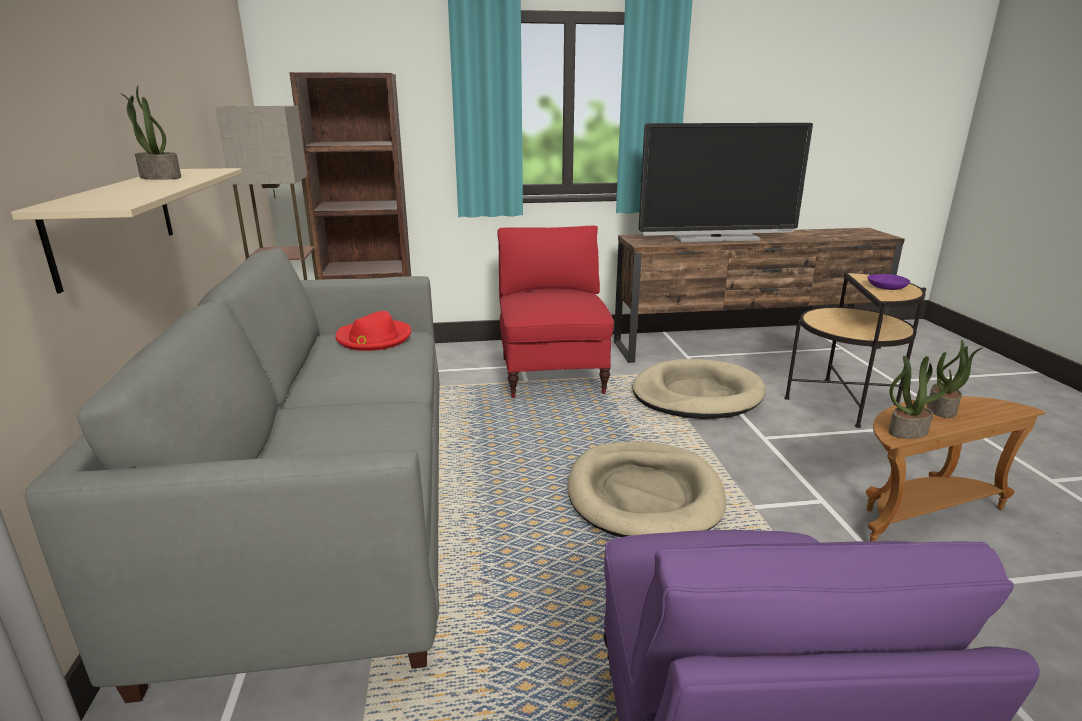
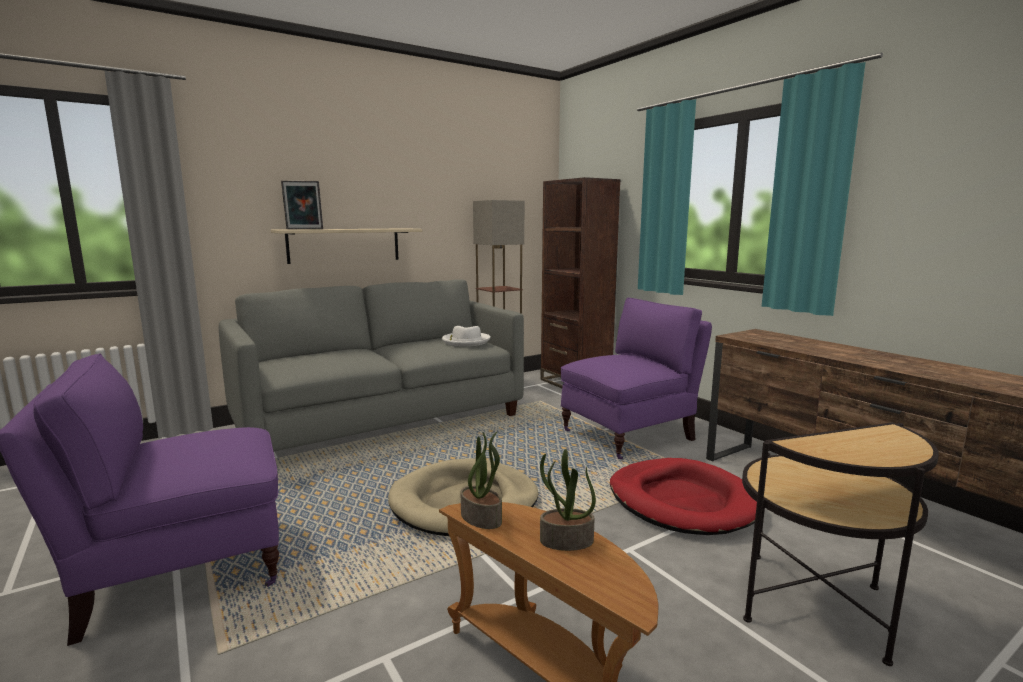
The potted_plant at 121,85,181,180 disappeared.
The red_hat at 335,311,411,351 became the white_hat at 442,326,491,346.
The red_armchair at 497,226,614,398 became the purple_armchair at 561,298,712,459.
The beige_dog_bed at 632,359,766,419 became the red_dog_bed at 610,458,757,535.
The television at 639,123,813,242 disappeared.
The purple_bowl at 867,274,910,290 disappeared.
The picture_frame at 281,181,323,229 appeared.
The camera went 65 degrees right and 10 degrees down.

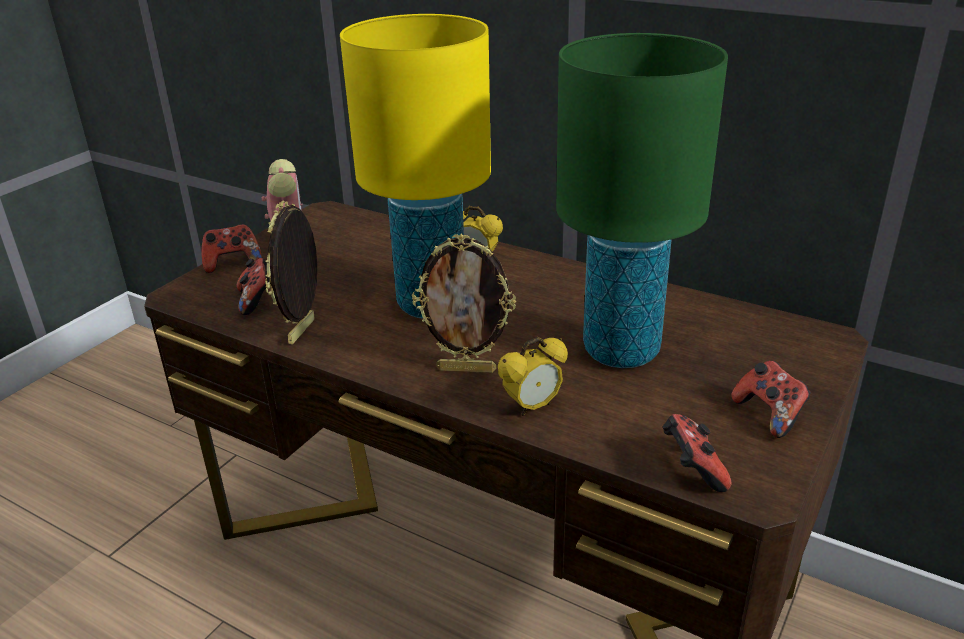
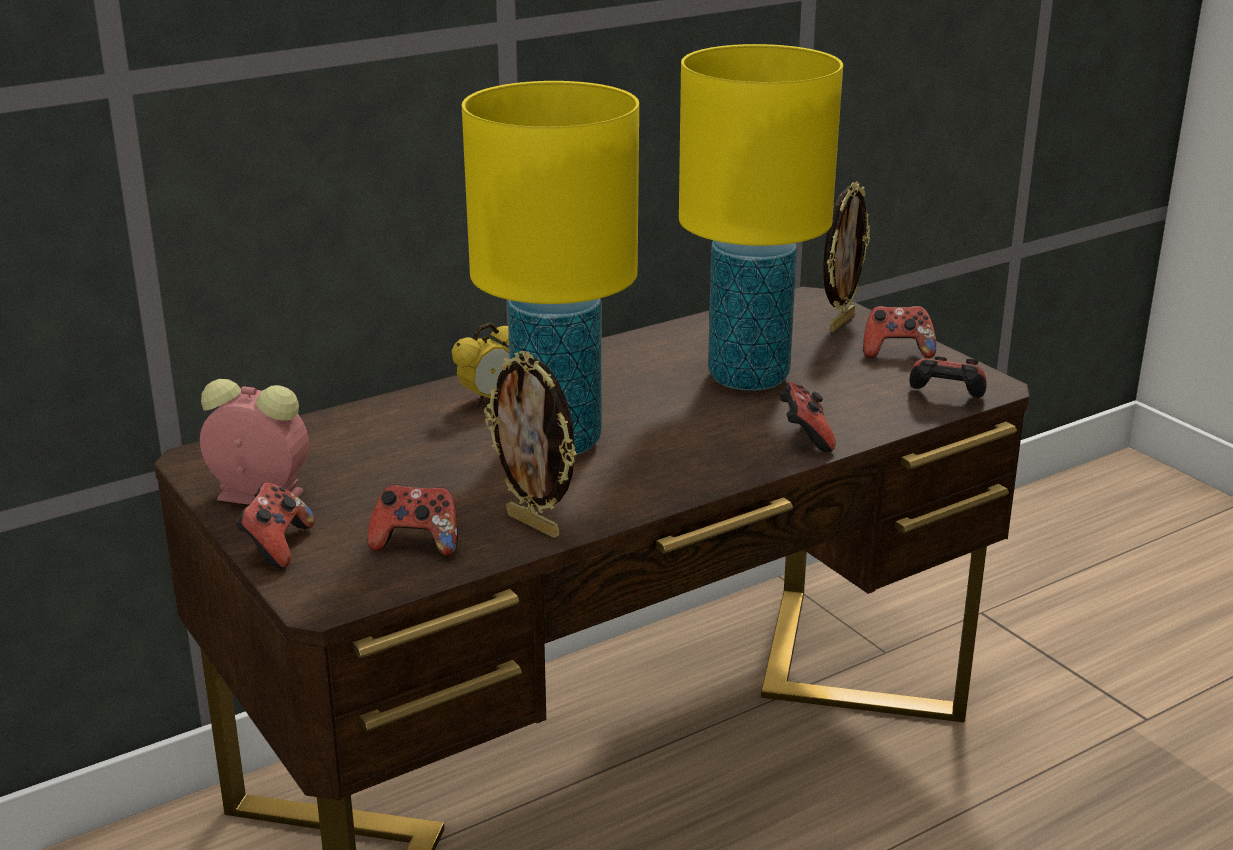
The picture_frame moved from 412,234,516,373 to 823,181,870,332.
The alarm_clock at 498,337,568,416 was replaced by the game_controller at 779,382,836,452.
The green_table_lamp at 556,33,728,368 became the yellow_table_lamp at 679,44,843,391.
The camera went 65 degrees left and 5 degrees down.

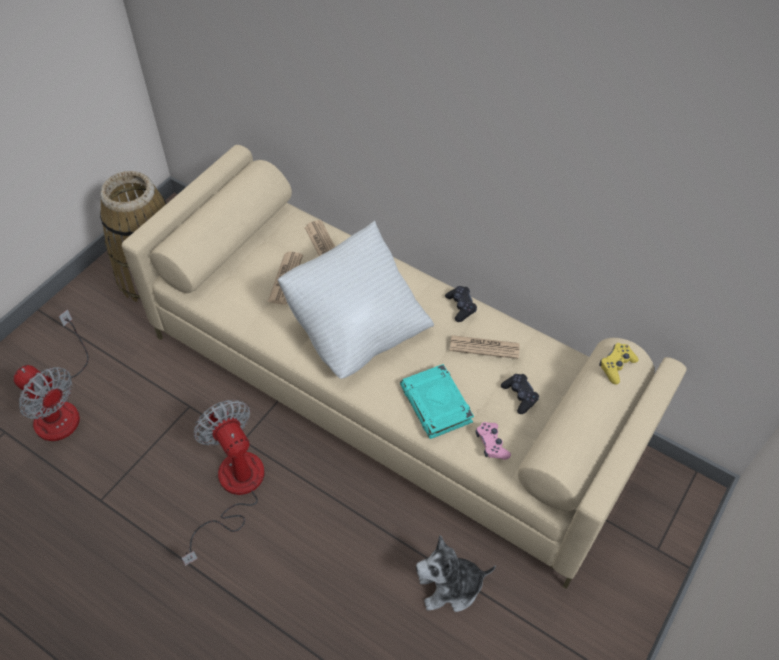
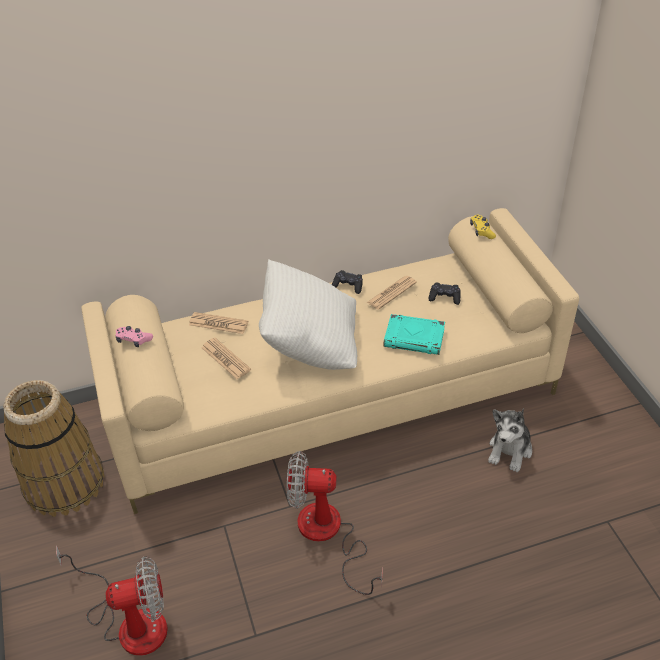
The pink_game_controller moved from 476,422,511,460 to 115,326,153,347.
The camera went 50 degrees left and 10 degrees down.

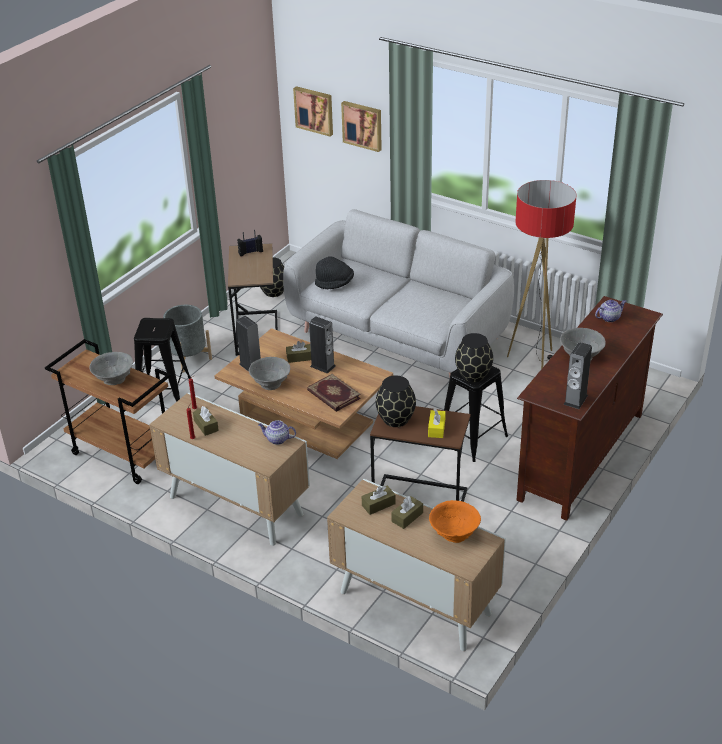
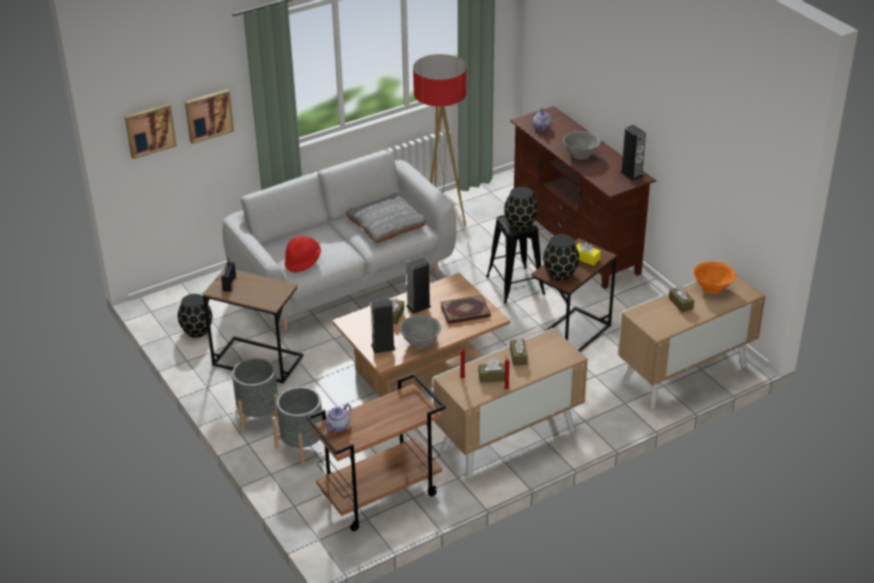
The grey_bowl at 89,352,133,385 disappeared.
The black_stool at 134,318,191,402 was replaced by the grey_planter at 272,387,327,465.
The teapot moved from 258,420,296,445 to 324,404,351,432.
The black_hat at 315,256,354,289 became the red_hat at 285,236,321,273.
The brown_tissue_box moved from 362,486,396,515 to 510,337,528,366.
The grey_pillow at 346,193,427,242 appeared.
The camera went 65 degrees left and 0 degrees up.

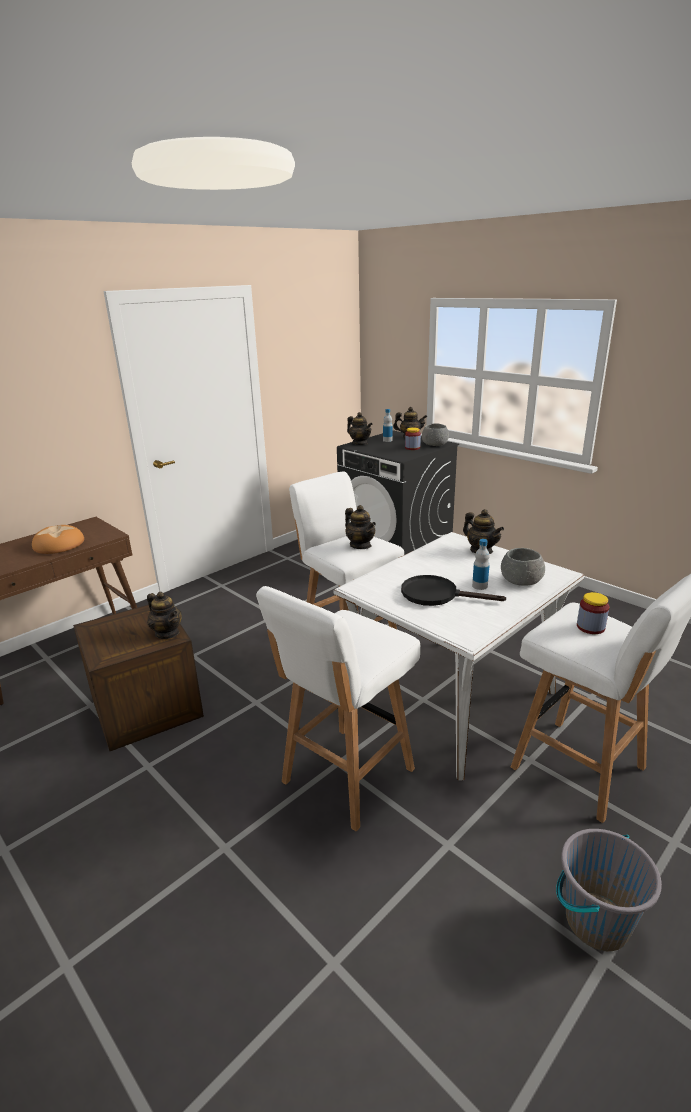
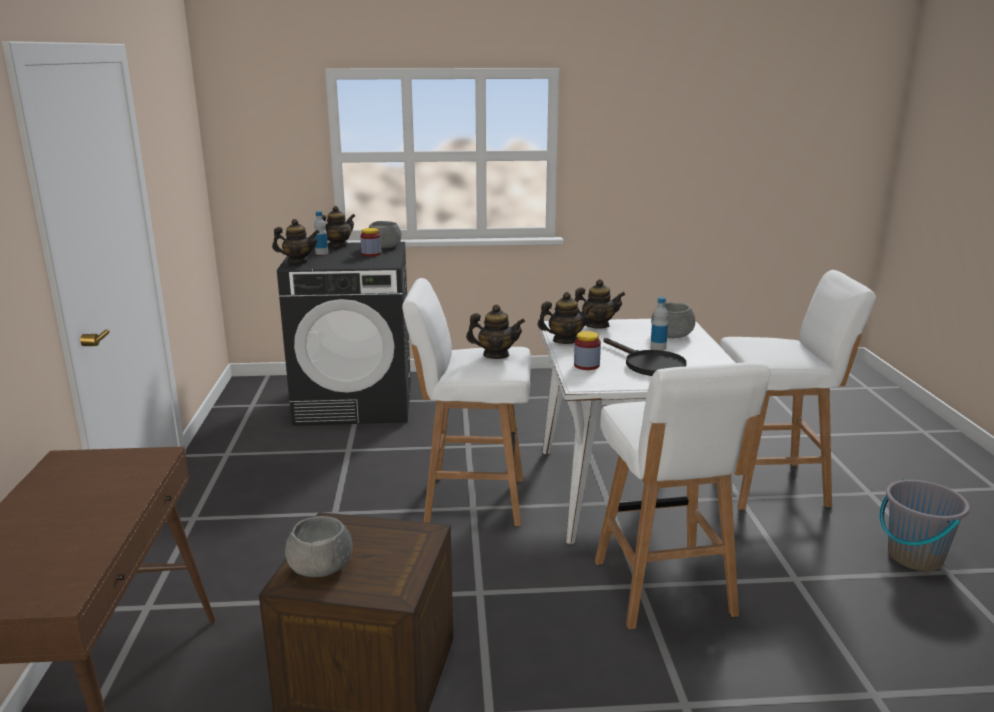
The bread at 32,525,84,554 disappeared.
The teapot moved from 147,592,182,639 to 538,292,593,344.
The black_frying_pan at 401,575,506,606 turned 90 degrees counterclockwise.
The jar moved from 577,592,609,634 to 574,331,601,370.
The grey_bowl at 285,516,353,577 appeared.
The camera went 50 degrees left and 5 degrees down.

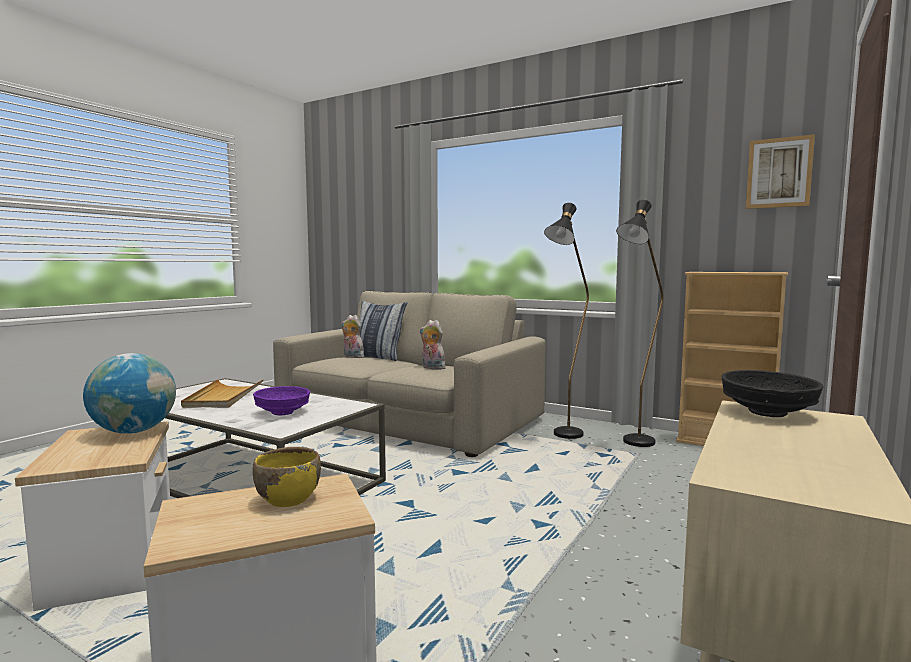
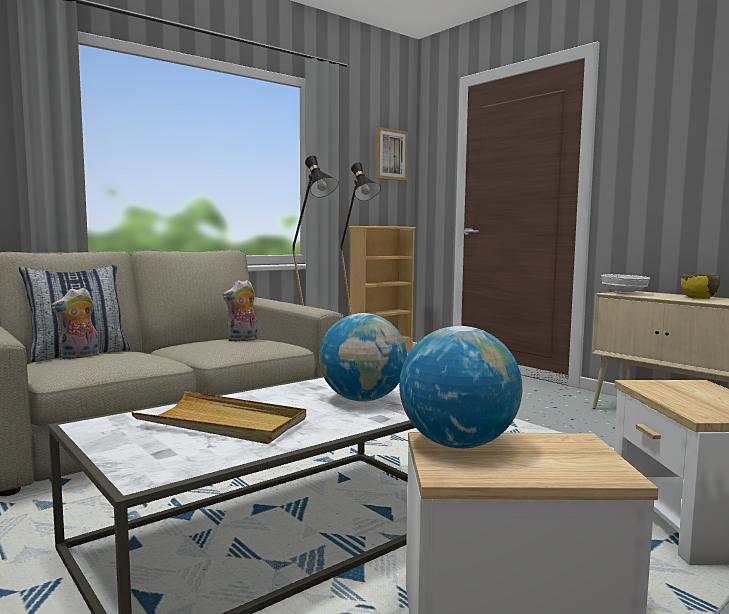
The purple_bowl at 253,386,310,415 was replaced by the globe at 319,313,407,402.
The yellow_bowl moved from 253,447,321,507 to 681,274,720,299.
The black_bowl at 722,370,824,417 became the white_bowl at 601,274,650,294.
The camera went 70 degrees left and 0 degrees up.

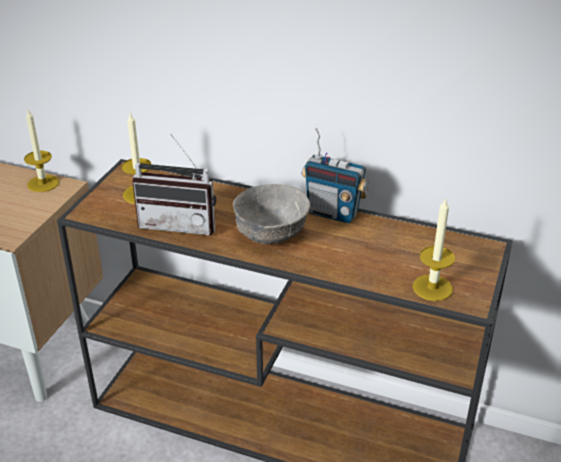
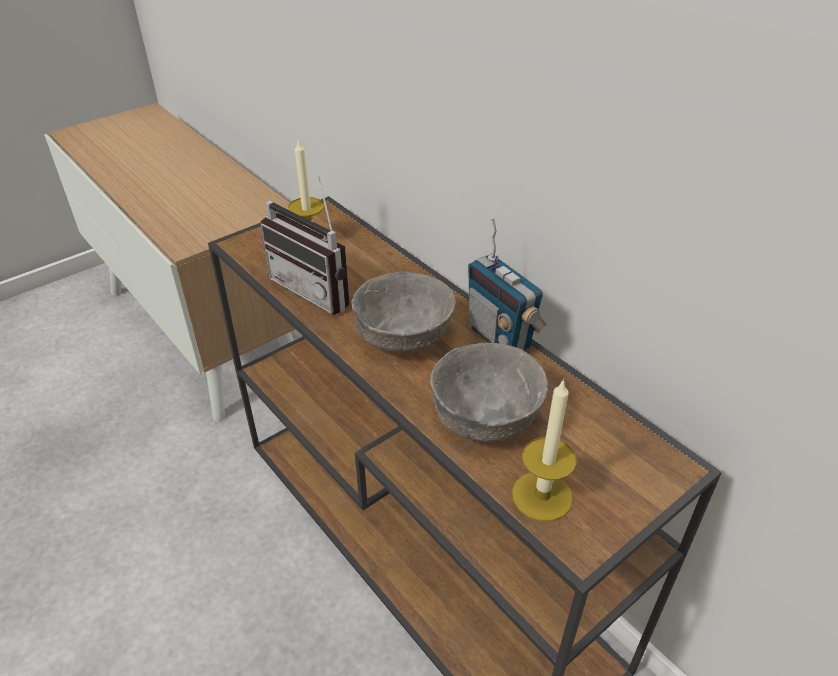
The candle at 24,110,59,192 disappeared.
The grey_bowl at 430,343,548,442 appeared.
The camera went 30 degrees right and 5 degrees up.

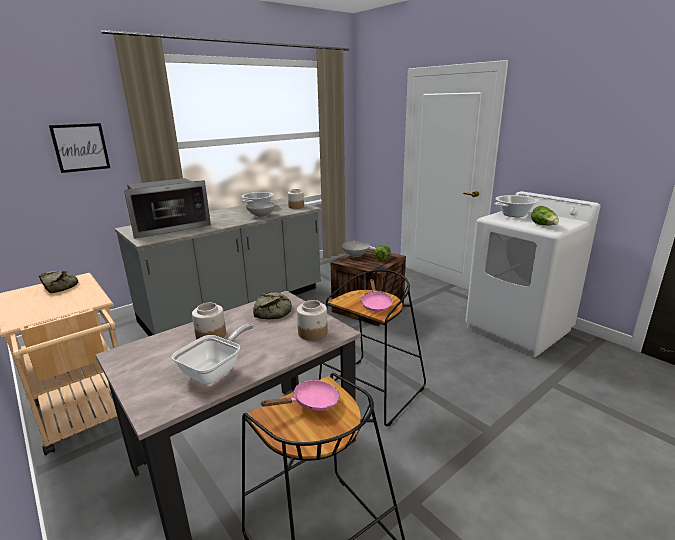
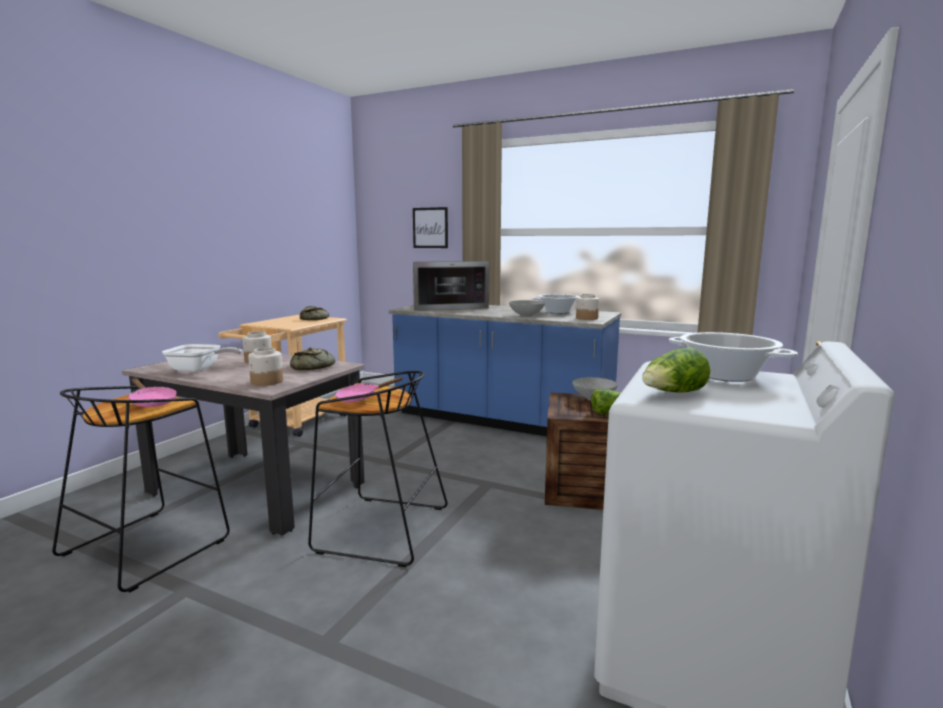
The grey_counter at 115,198,321,336 became the blue_counter at 389,305,621,436.
The microwave at 124,178,211,239 turned 45 degrees counterclockwise.
The camera went 65 degrees right and 10 degrees down.

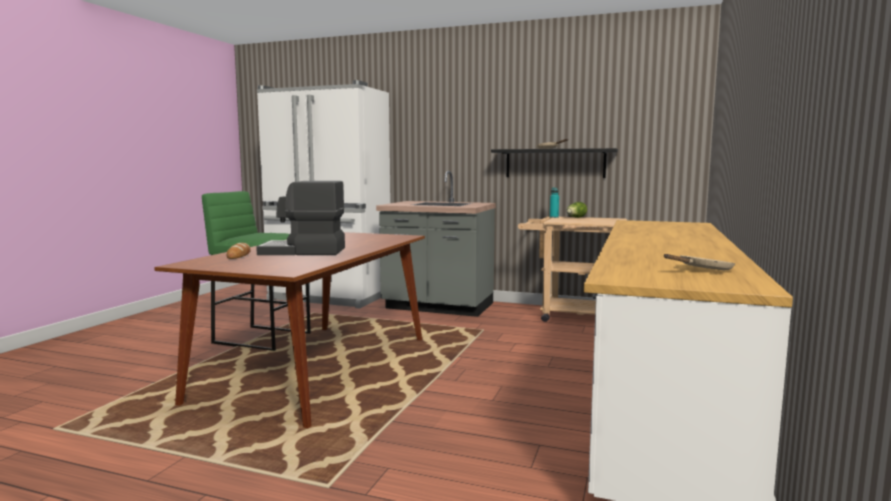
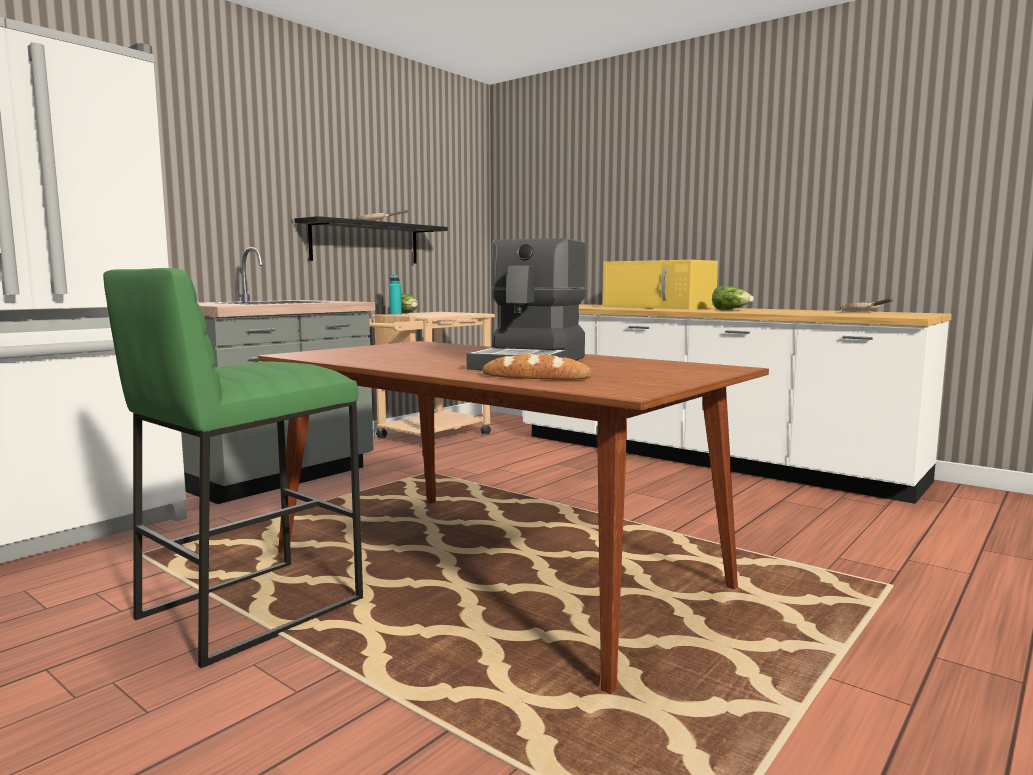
The yellow_microwave at 603,260,718,310 appeared.
The lettuce at 712,286,754,310 appeared.
The camera went 70 degrees left and 0 degrees up.

